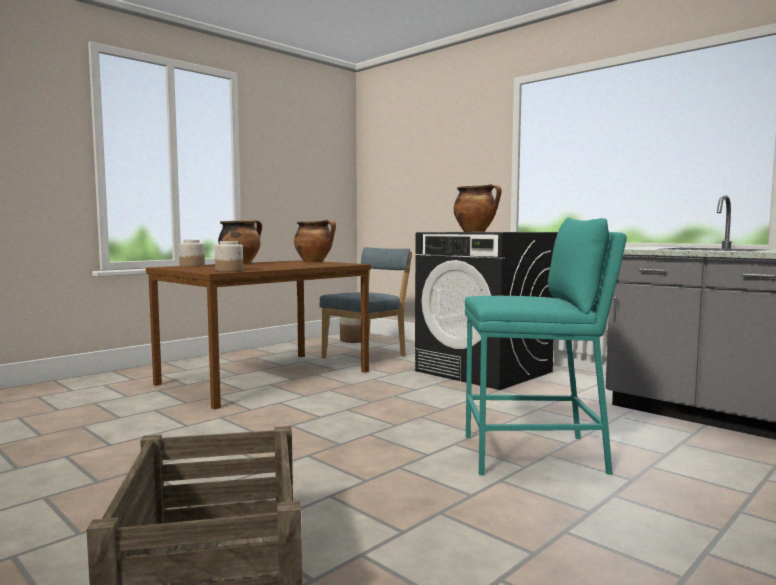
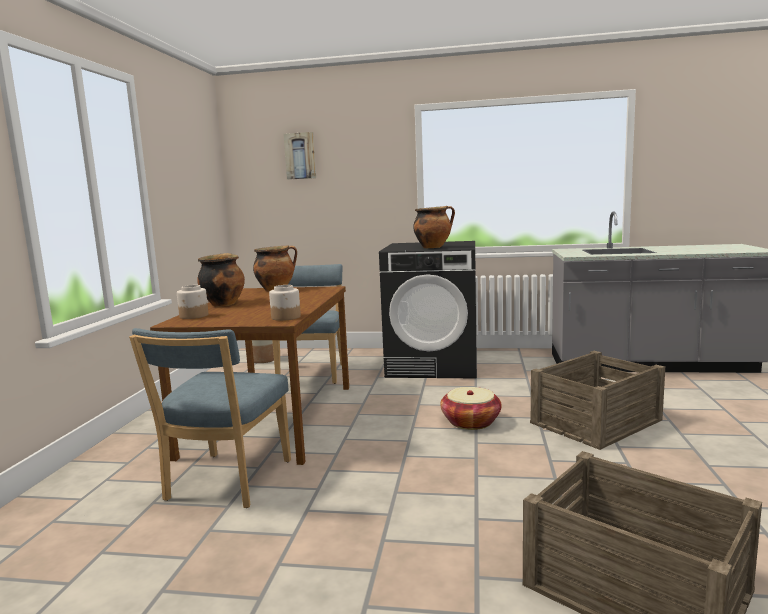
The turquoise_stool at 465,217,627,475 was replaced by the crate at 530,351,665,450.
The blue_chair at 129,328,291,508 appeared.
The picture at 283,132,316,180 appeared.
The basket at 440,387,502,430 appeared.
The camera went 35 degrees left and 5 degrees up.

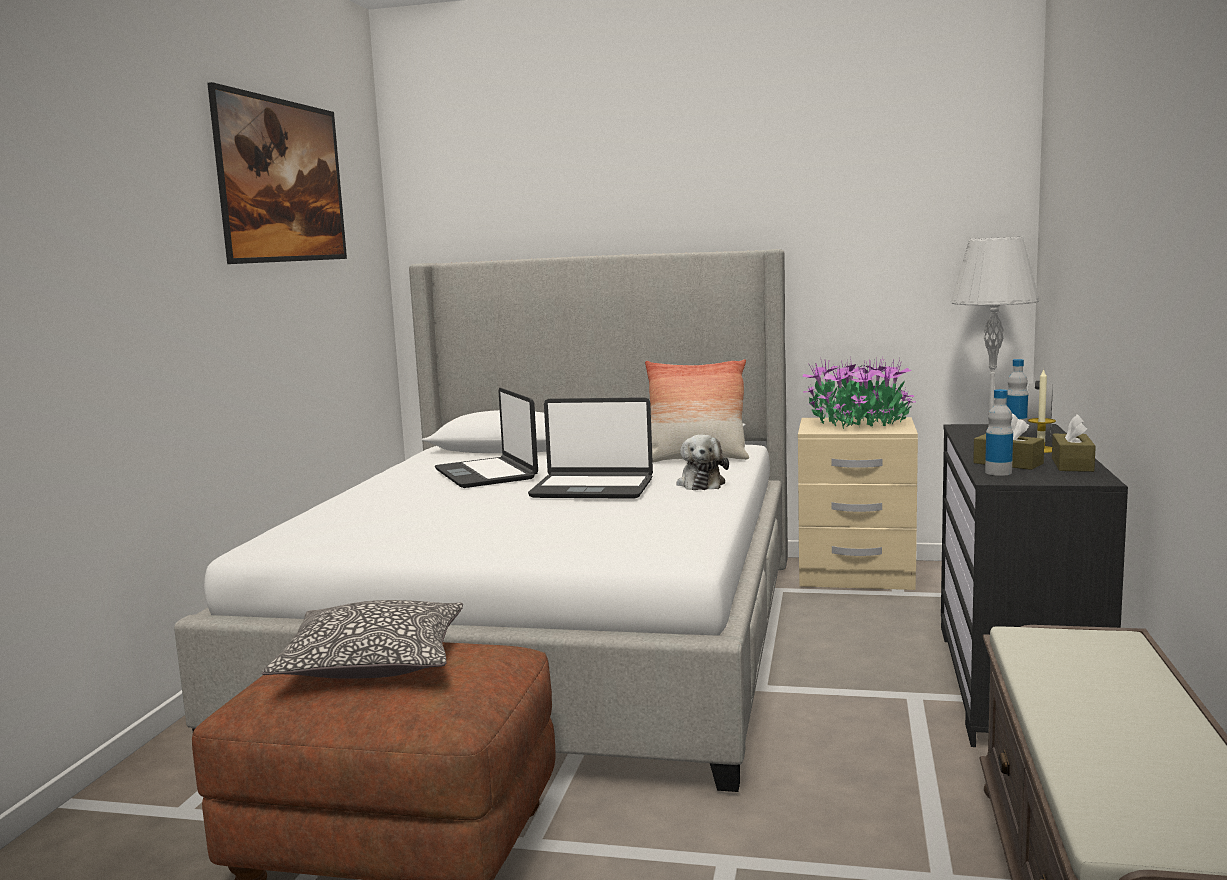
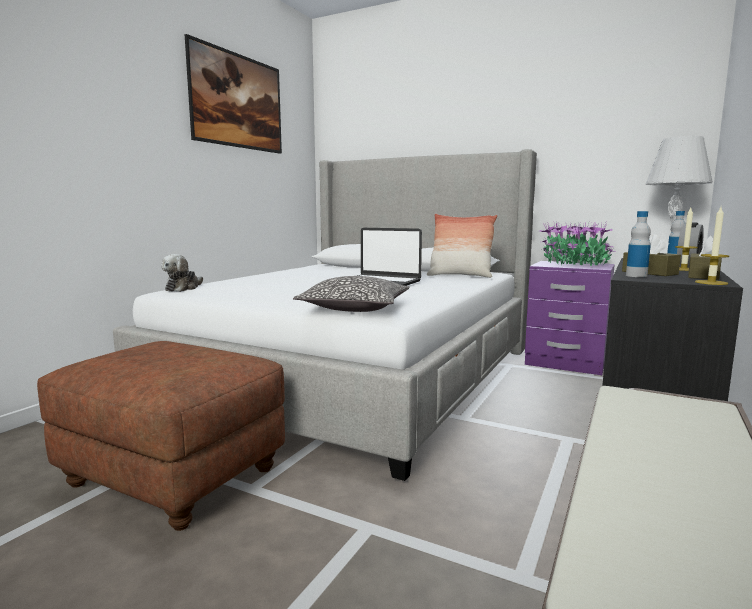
The pillow moved from 262,600,463,679 to 293,276,409,312.
The laptop at 435,388,538,488 disappeared.
The plush_toy moved from 676,434,729,490 to 161,254,203,292.
The beige_nightstand at 798,417,918,590 became the purple_nightstand at 525,261,615,375.
The candle at 695,207,729,285 appeared.
The camera went 15 degrees right and 0 degrees up.

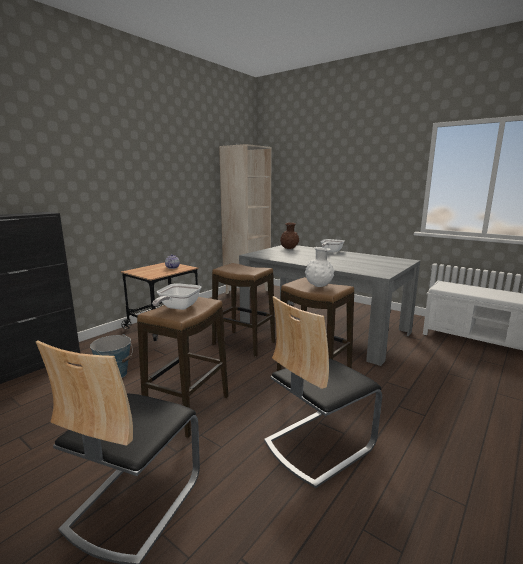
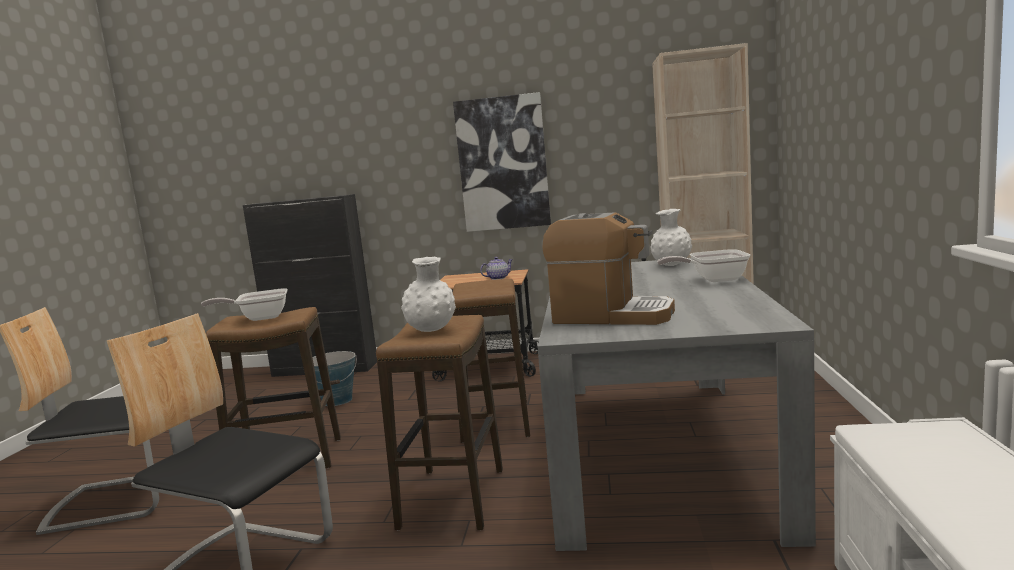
The brown_vase at 280,222,299,249 became the white_vase at 650,209,692,266.
The picture at 453,92,551,232 appeared.
The coffee_machine at 542,212,675,325 appeared.
The camera went 60 degrees right and 5 degrees down.

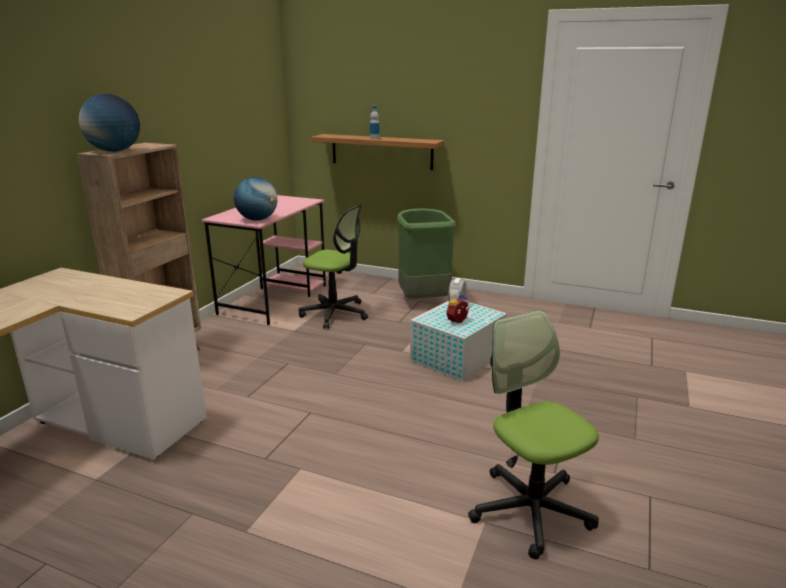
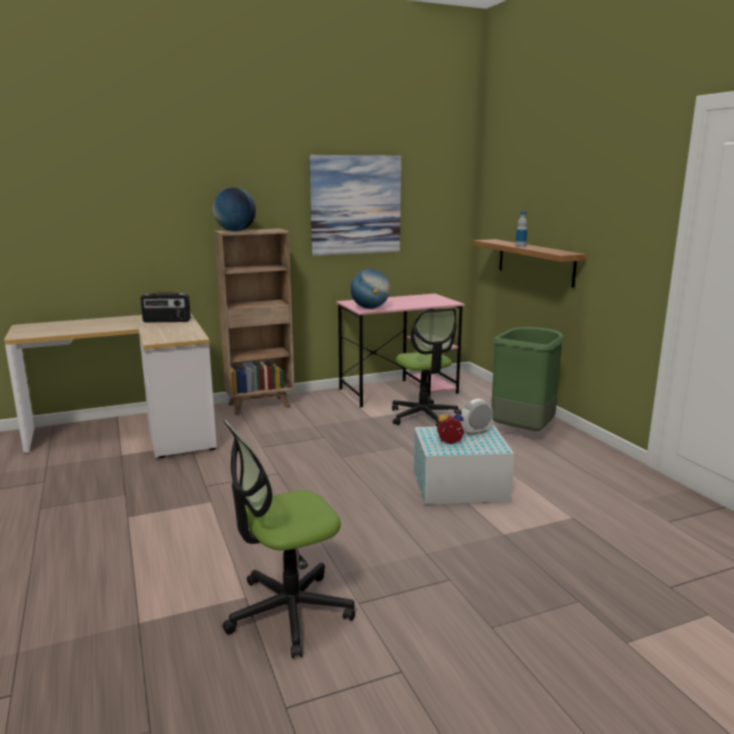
The office_chair at 468,310,599,559 turned 135 degrees counterclockwise.
The radio at 140,292,191,323 appeared.
The picture at 309,155,401,256 appeared.
The camera went 45 degrees right and 5 degrees down.

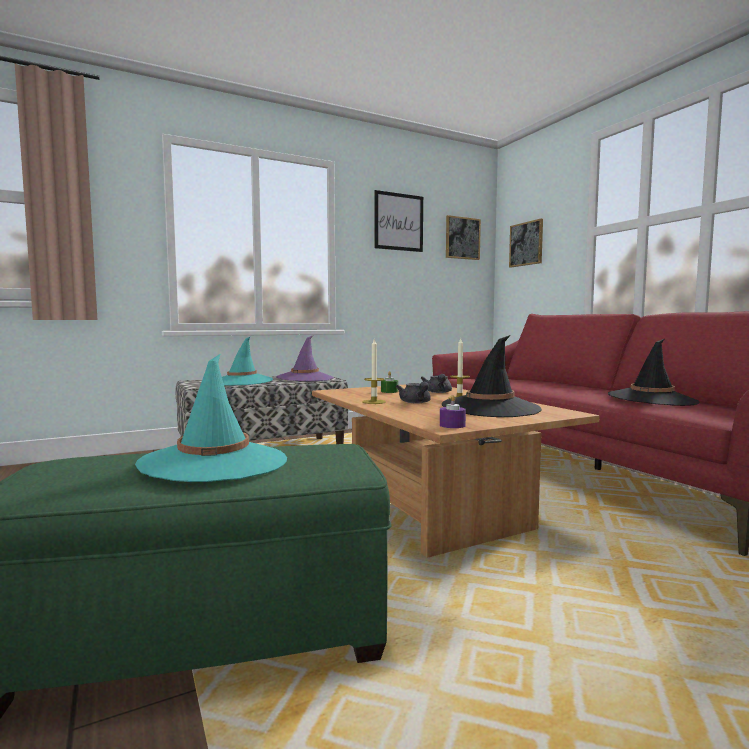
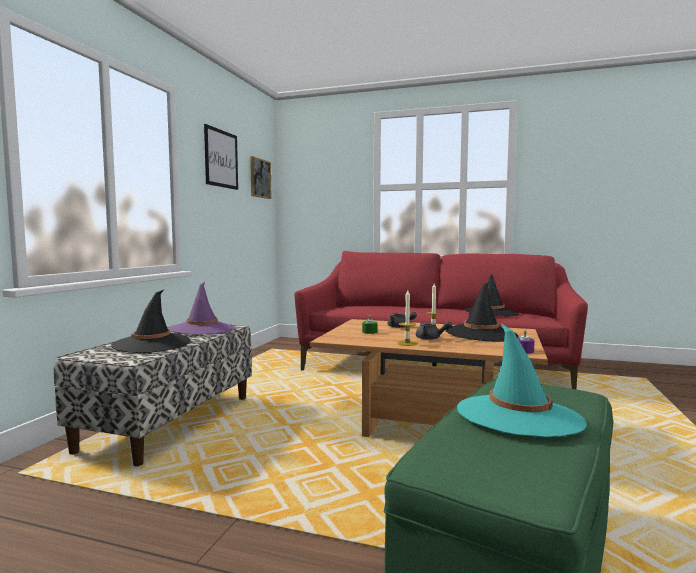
The turquoise_hat at 222,337,273,386 became the black_hat at 111,290,190,353.
The picture at 509,219,543,267 disappeared.
The camera went 45 degrees left and 0 degrees up.

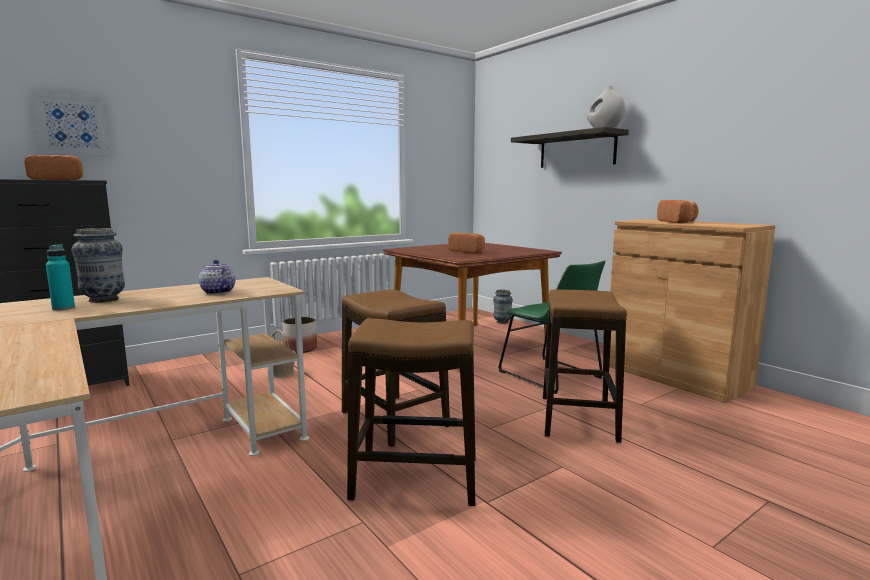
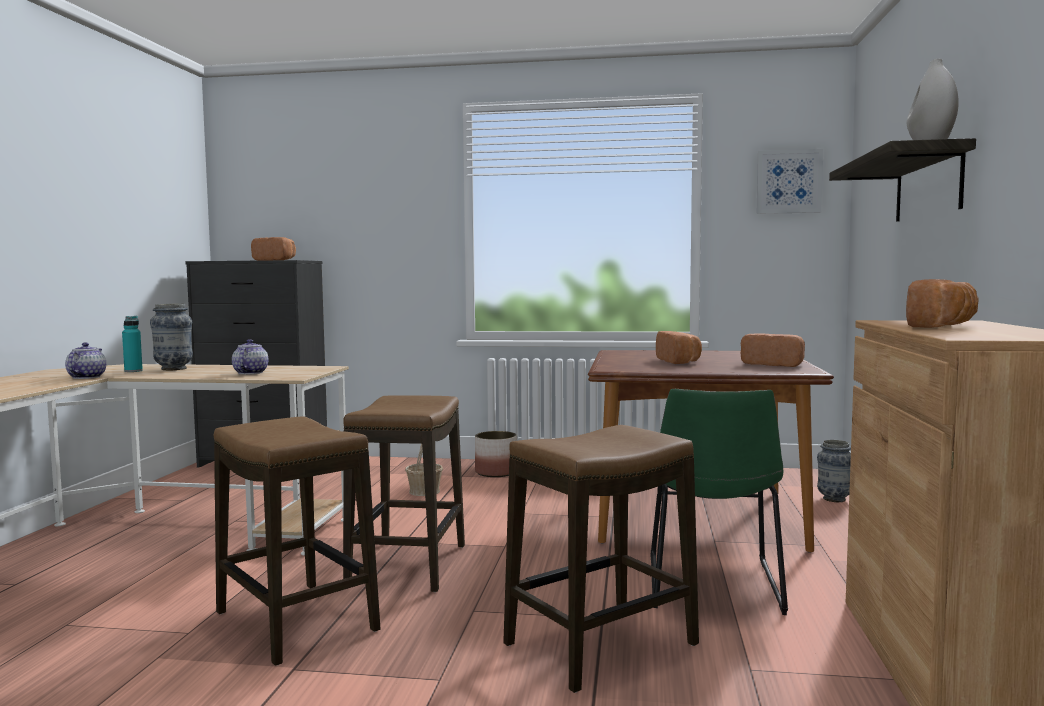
The picture moved from 32,92,110,156 to 757,149,823,214.
The teapot at 65,342,106,379 appeared.
The bread at 741,334,805,367 appeared.
The camera went 45 degrees right and 5 degrees down.

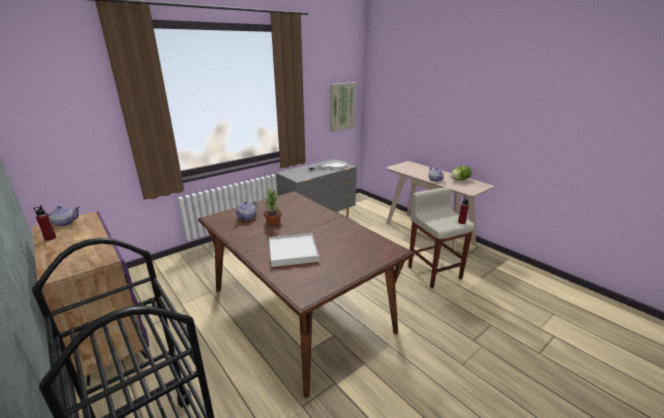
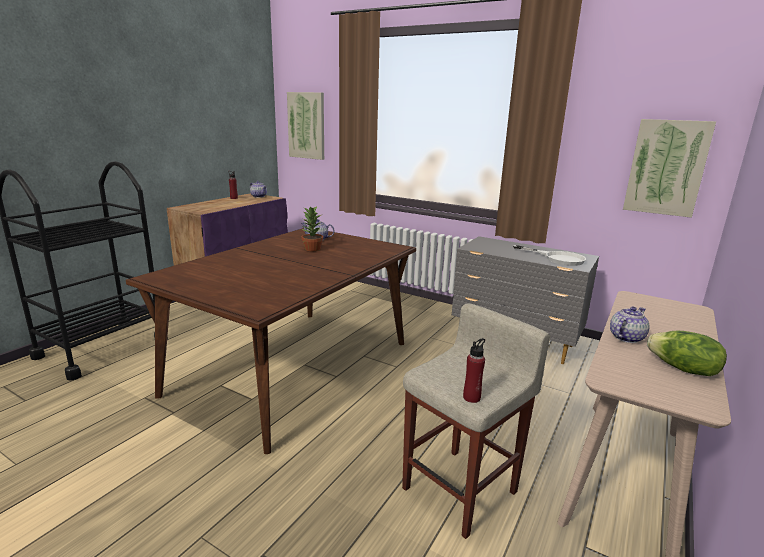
The white_tray at 269,233,319,267 disappeared.
The picture at 287,92,324,160 appeared.
The camera went 70 degrees right and 5 degrees down.

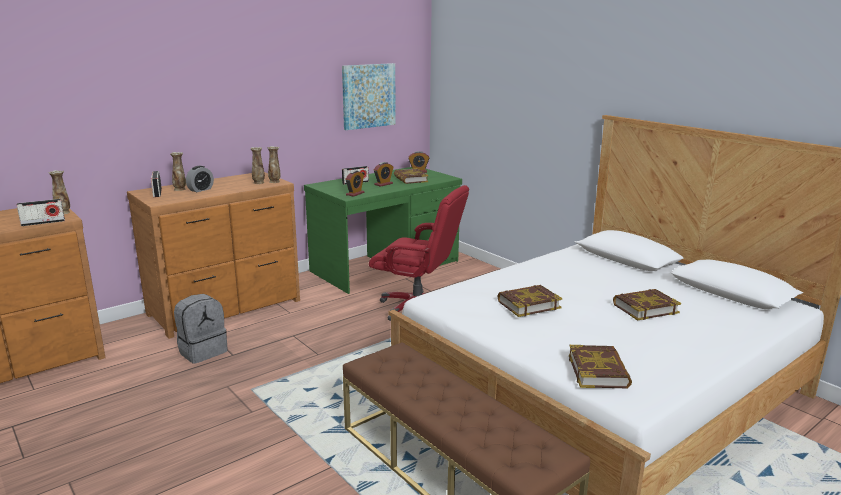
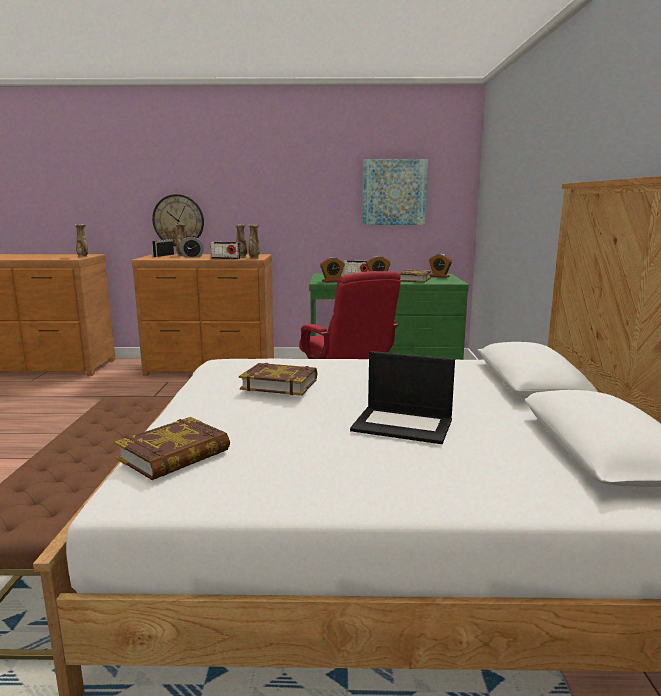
The radio moved from 17,199,65,226 to 210,242,240,259.
The grey_backpack at 174,294,228,364 disappeared.
The book at 613,289,681,321 was replaced by the laptop at 350,351,455,444.
The wall_clock at 152,194,204,246 appeared.
The camera went 40 degrees right and 5 degrees down.

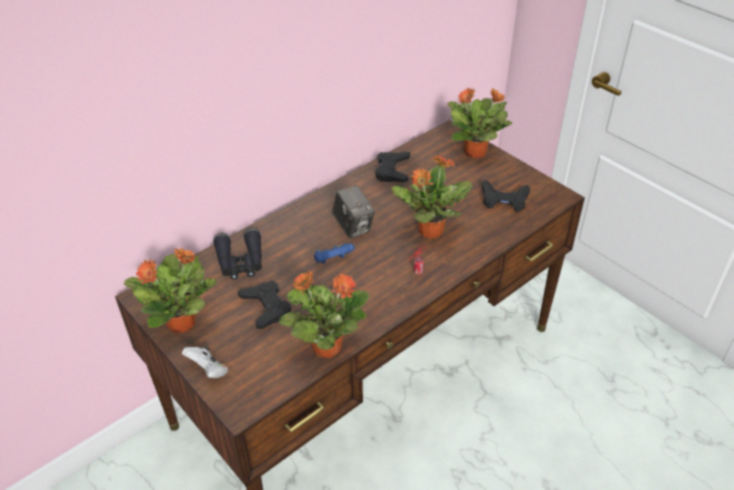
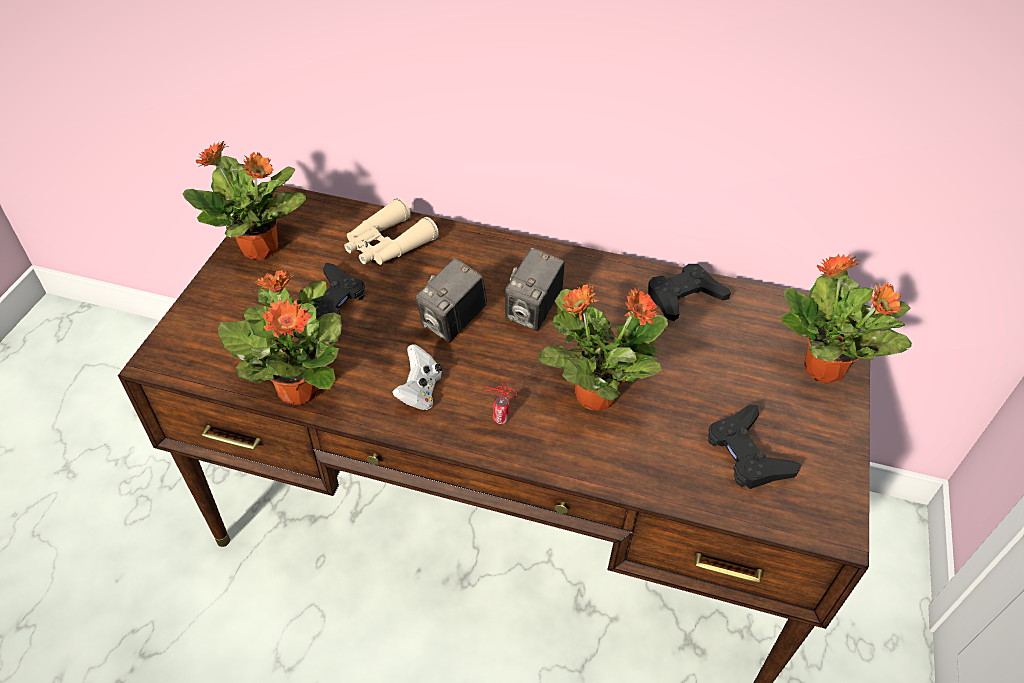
The white_game_controller moved from 182,346,228,378 to 392,344,442,410.
The black_binoculars at 213,228,262,280 became the beige_binoculars at 344,198,439,265.
The blue_game_controller at 314,243,355,264 was replaced by the photo_camera at 416,258,487,343.
The camera went 55 degrees right and 5 degrees up.

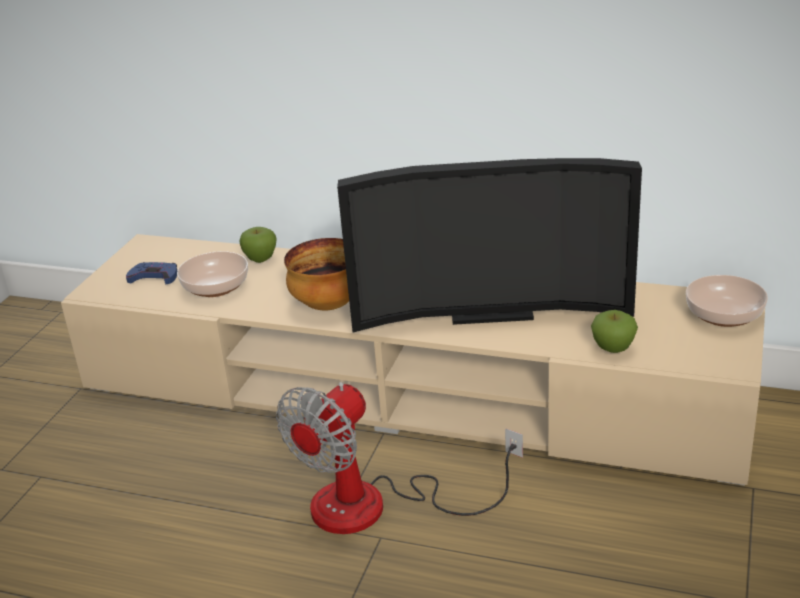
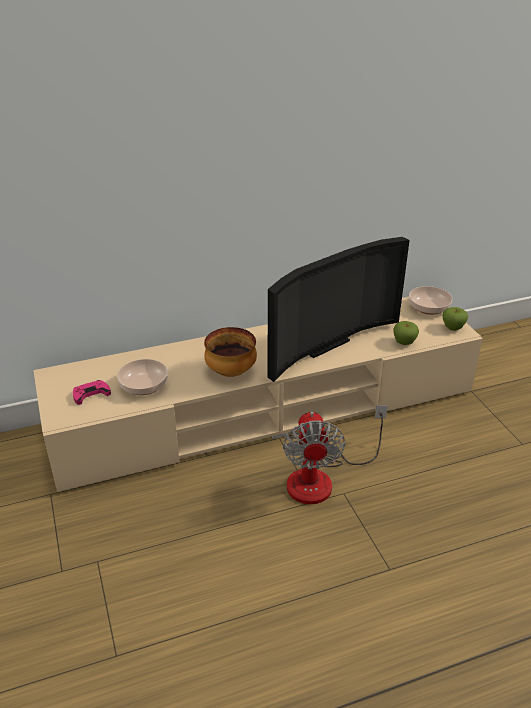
The blue_game_controller at 126,262,177,285 became the pink_game_controller at 73,380,111,405.
The apple moved from 240,227,277,263 to 442,307,468,331.
The camera went 40 degrees left and 5 degrees up.

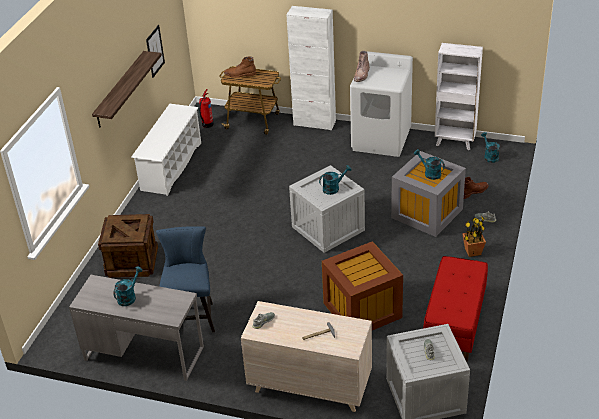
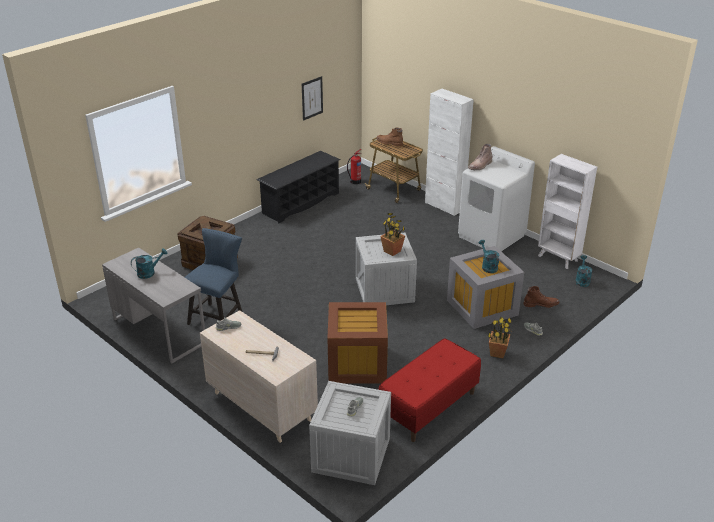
The shelf at 92,51,162,128 disappeared.
The white_shoe_rack at 131,104,201,196 became the black_shoe_rack at 256,151,341,223.
The turquoise_watering_can at 319,165,352,195 was replaced by the potted_plant at 380,213,405,256.
The camera went 25 degrees right and 5 degrees down.

